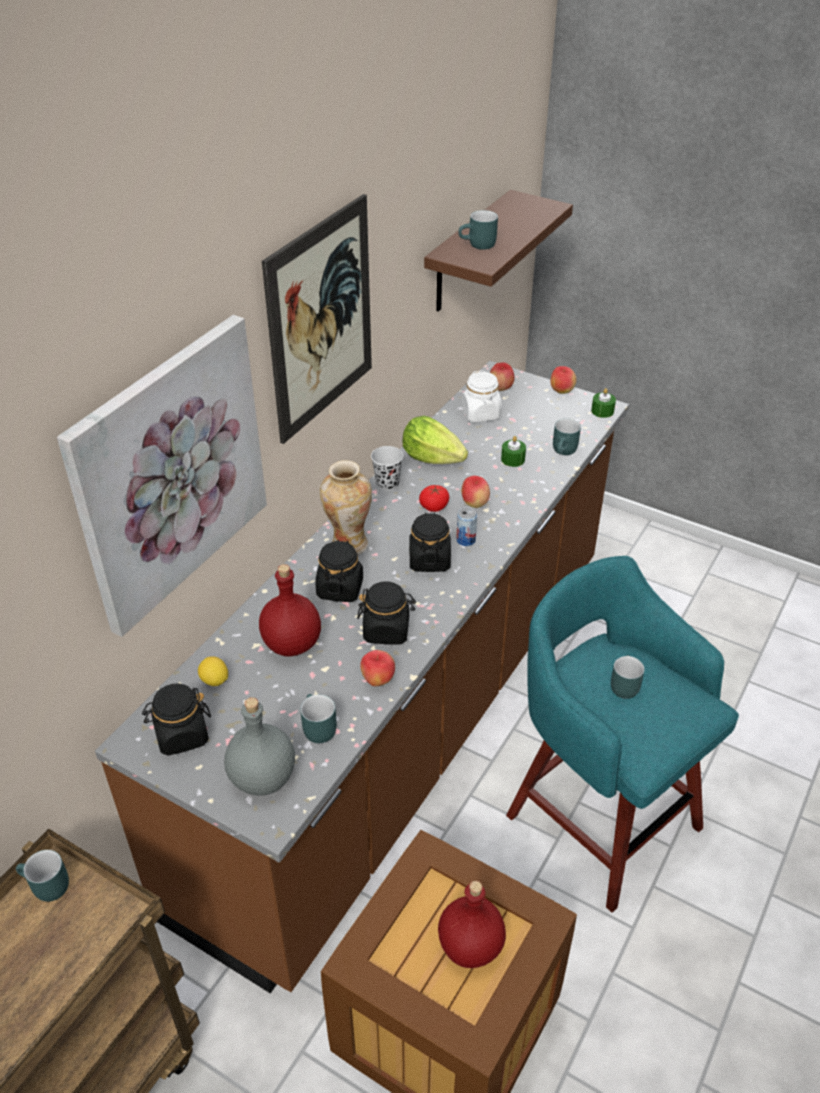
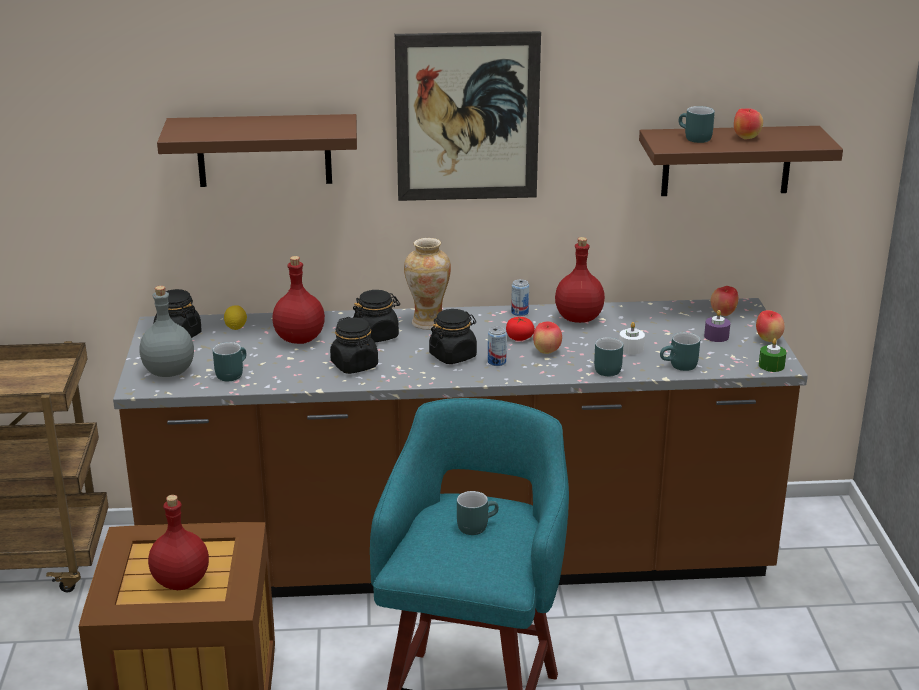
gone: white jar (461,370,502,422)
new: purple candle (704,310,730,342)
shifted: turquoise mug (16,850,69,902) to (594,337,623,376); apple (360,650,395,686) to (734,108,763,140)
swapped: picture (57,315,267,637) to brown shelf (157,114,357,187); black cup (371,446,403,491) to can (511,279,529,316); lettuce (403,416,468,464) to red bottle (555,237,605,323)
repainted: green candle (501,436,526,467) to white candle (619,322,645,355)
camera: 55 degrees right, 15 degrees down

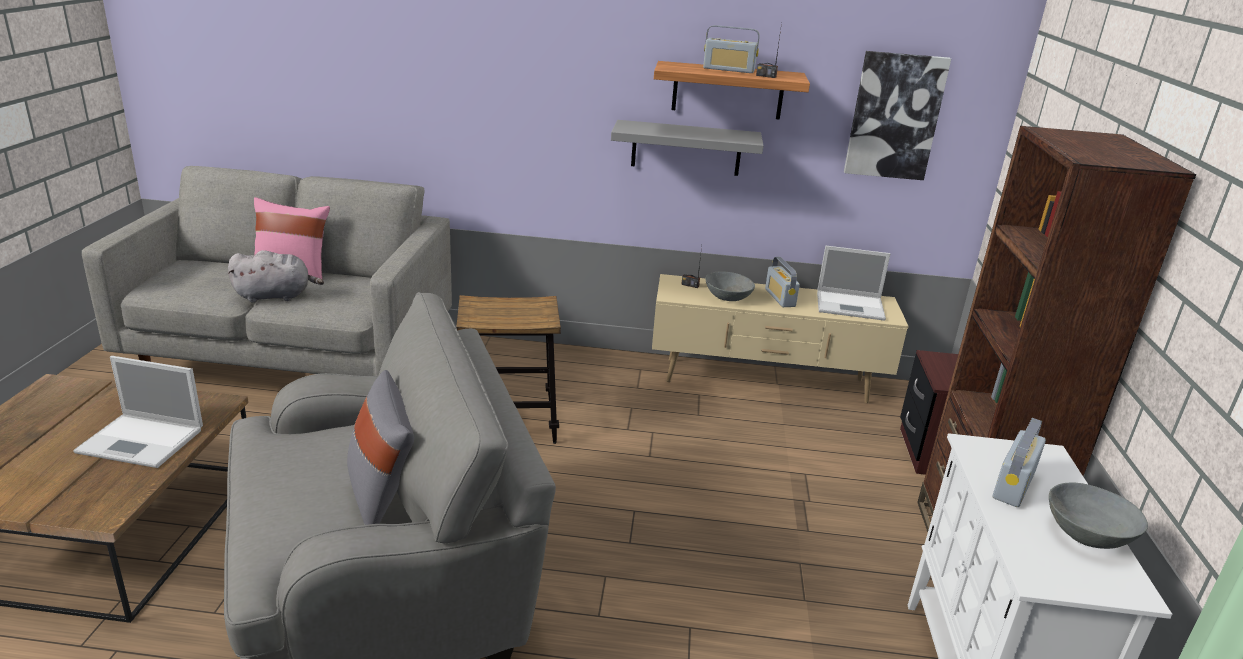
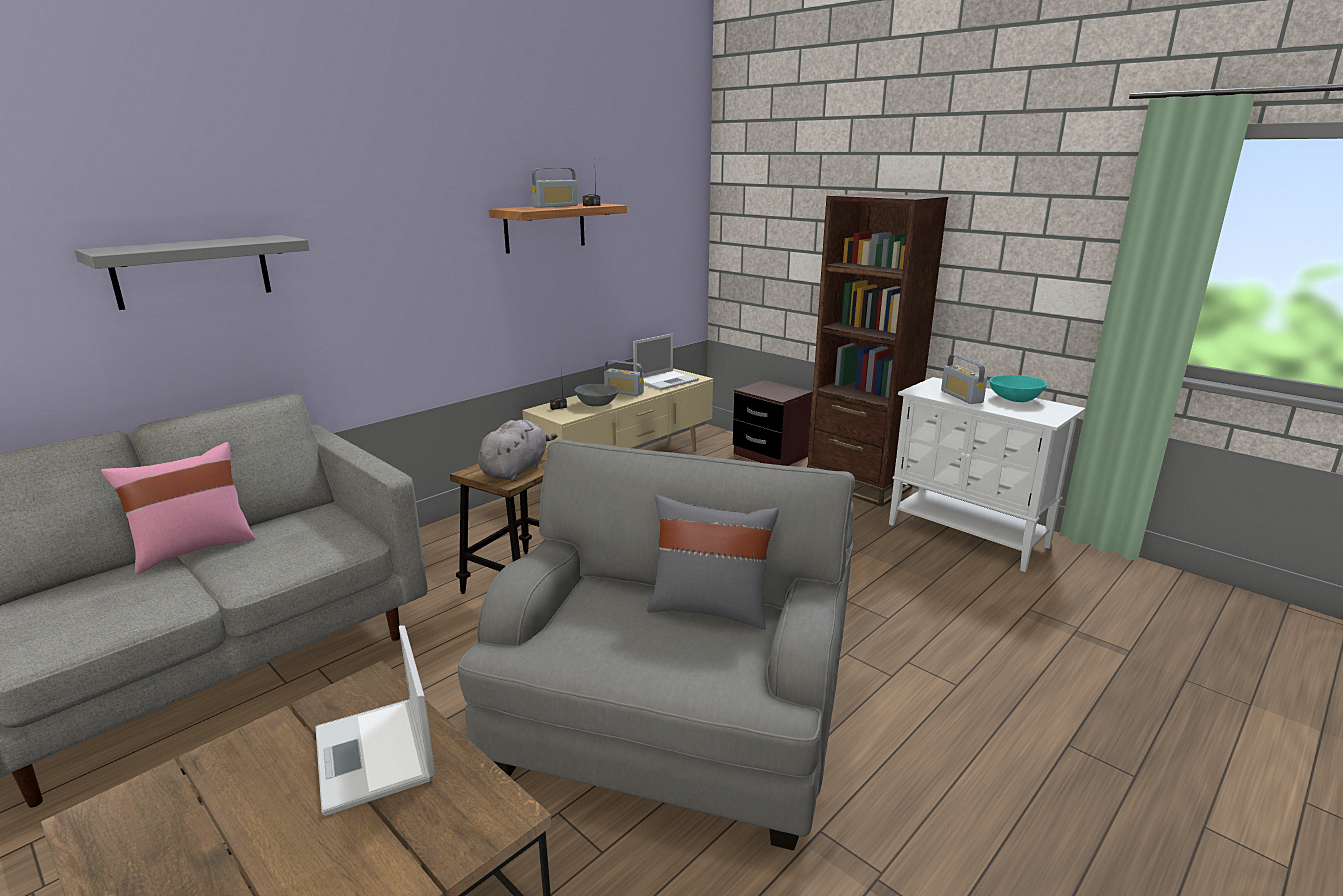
gone: picture (844,51,951,180)
shifted: grey plush toy (228,250,324,303) to (478,420,557,481); grey shelf (611,120,764,176) to (74,235,310,310)
repainted: grey bowl (1049,483,1148,549) to turquoise bowl (989,375,1047,402)
rotated: laptop (73,356,203,468) = (315,625,436,816) 105 degrees clockwise
camera: 50 degrees left, 5 degrees down

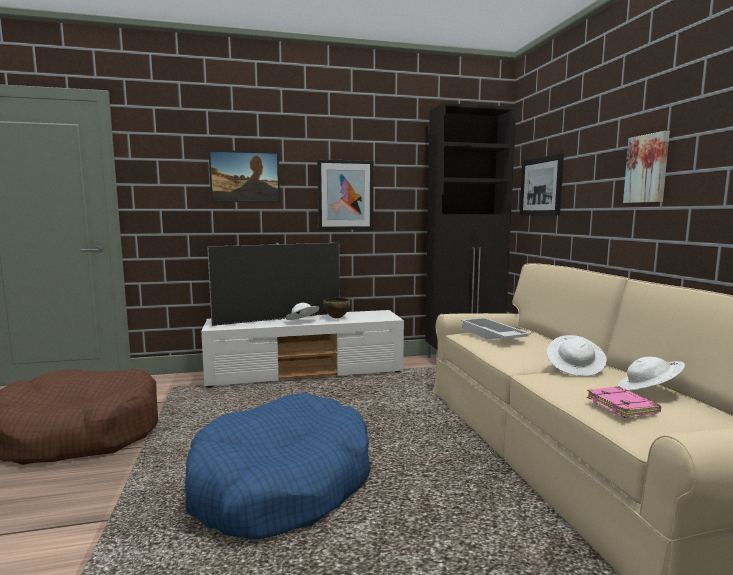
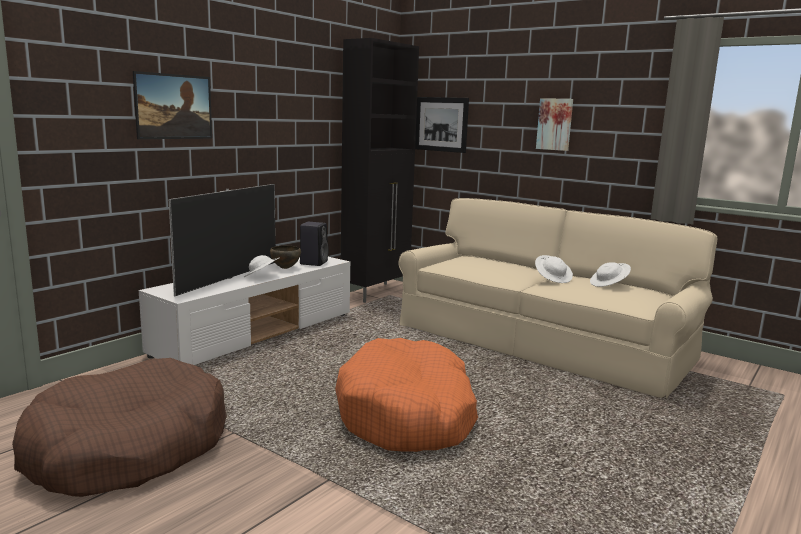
gone: picture (317,159,373,230); white tray (461,318,531,339); pink book (587,387,661,418)
new: black speaker (300,222,329,266)
repainted: blue dog bed (185,393,371,540) to orange dog bed (335,338,478,452)
camera: 40 degrees left, 5 degrees up

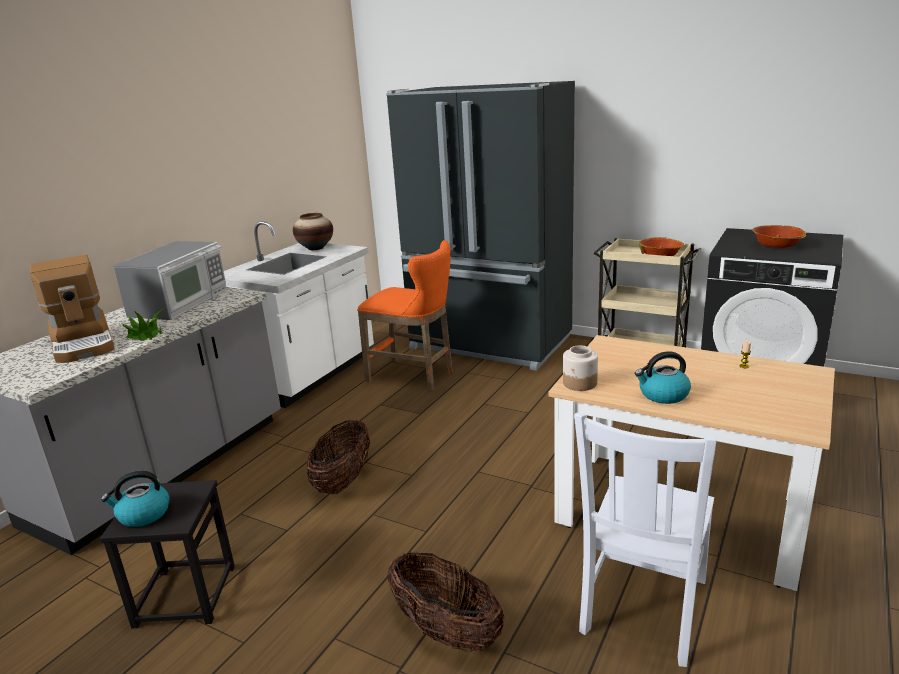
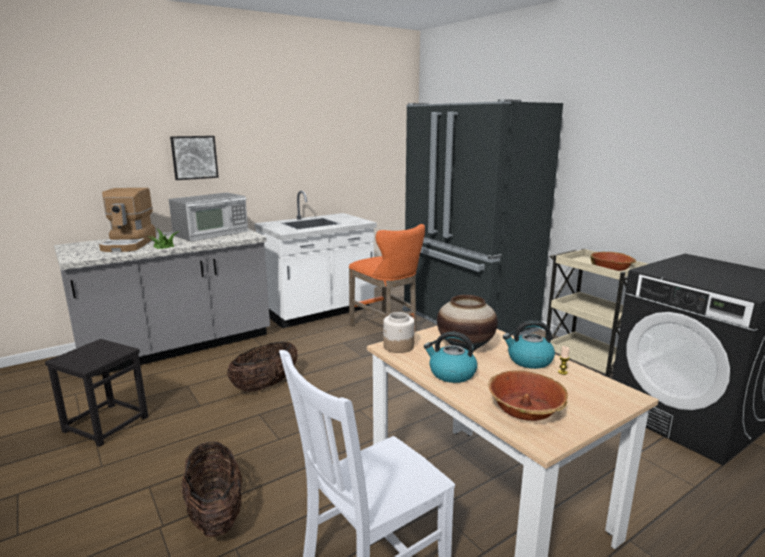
new: picture (170,136,219,180)
shifted: kettle (101,471,170,527) to (503,320,555,369); vase (293,213,333,250) to (437,295,498,351); bowl (752,225,807,248) to (488,371,568,421)
camera: 25 degrees right, 5 degrees down

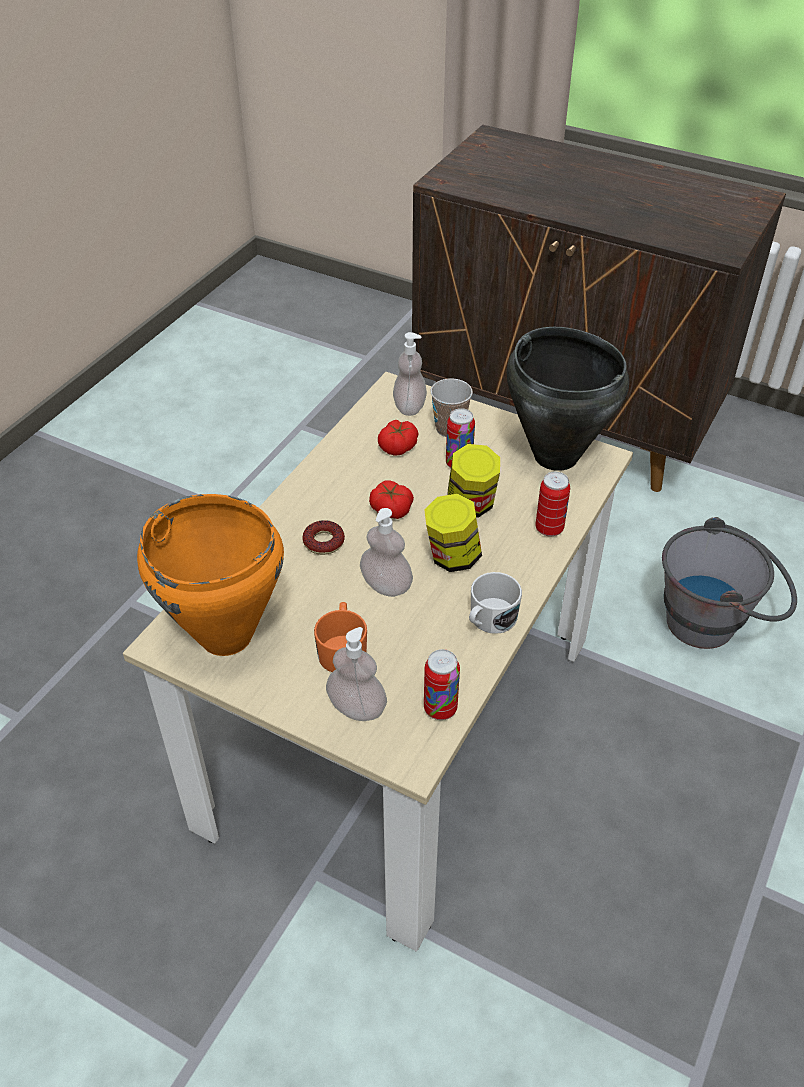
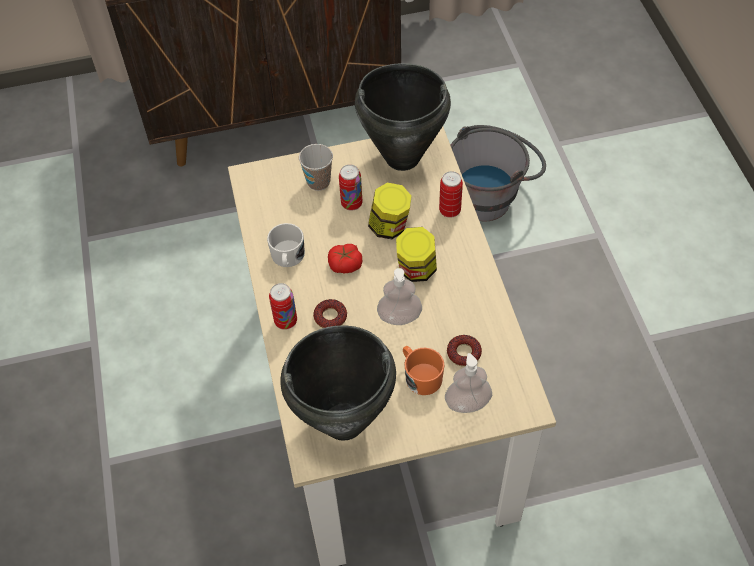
gone: tomato (378,420,419,456); soap dispenser (393,332,427,416)
new: donut (447,335,482,367)
shifted: can (424,649,460,720) to (269,283,297,330); white mug (469,572,522,634) to (267,223,305,267)
repainted: orange cooking pot (137,494,284,656) to black cooking pot (281,326,396,441)
camera: 40 degrees left, 10 degrees up

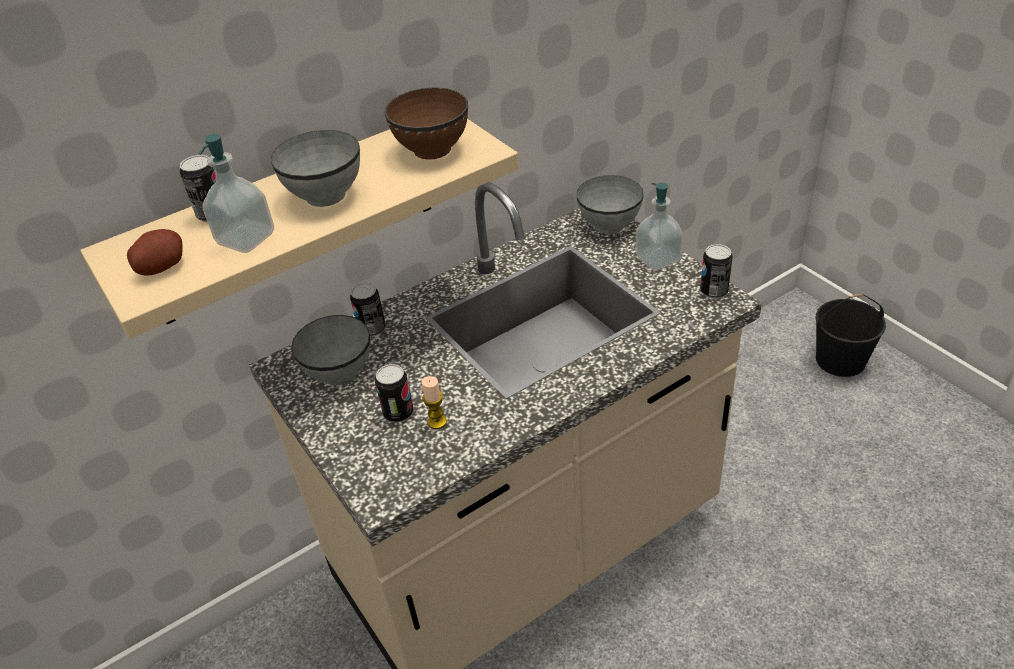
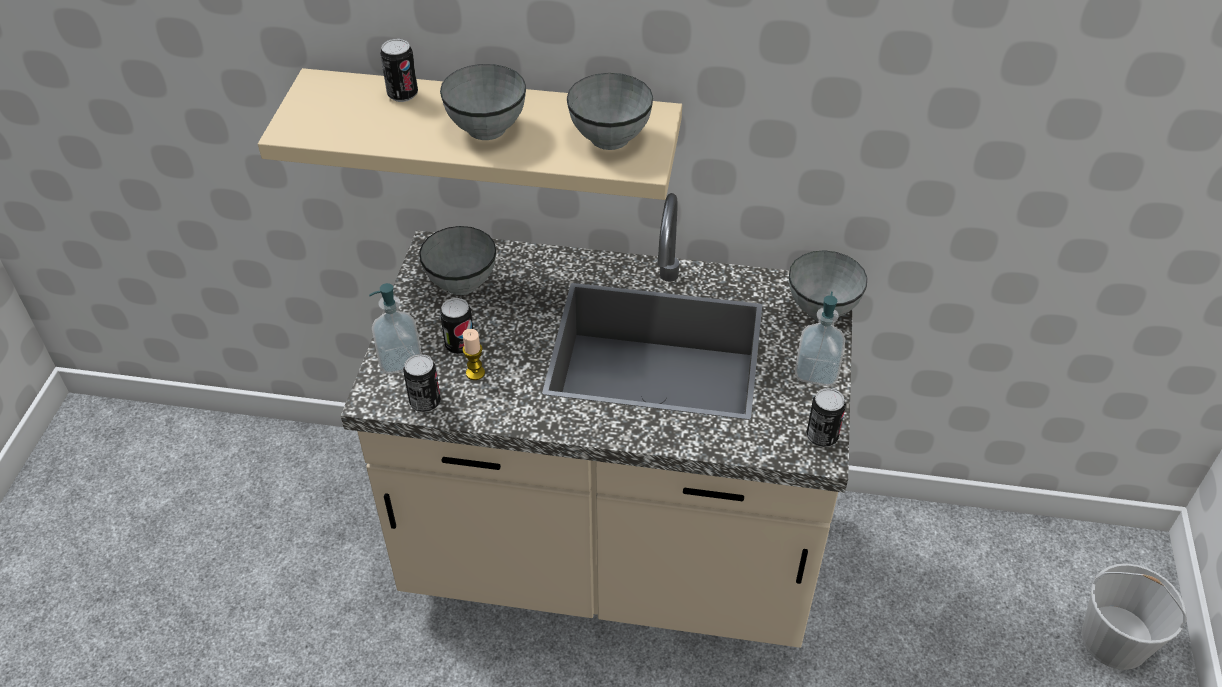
gone: potato (127,229,183,275)
shifted: soap dispenser (199,134,274,253) to (369,283,422,374); can (350,282,386,337) to (403,354,441,412)
repainted: brown bowl (385,87,468,160) to grey bowl (567,73,653,150); black bucket (815,294,886,377) to white bucket (1081,564,1187,670)
camera: 40 degrees right, 5 degrees up

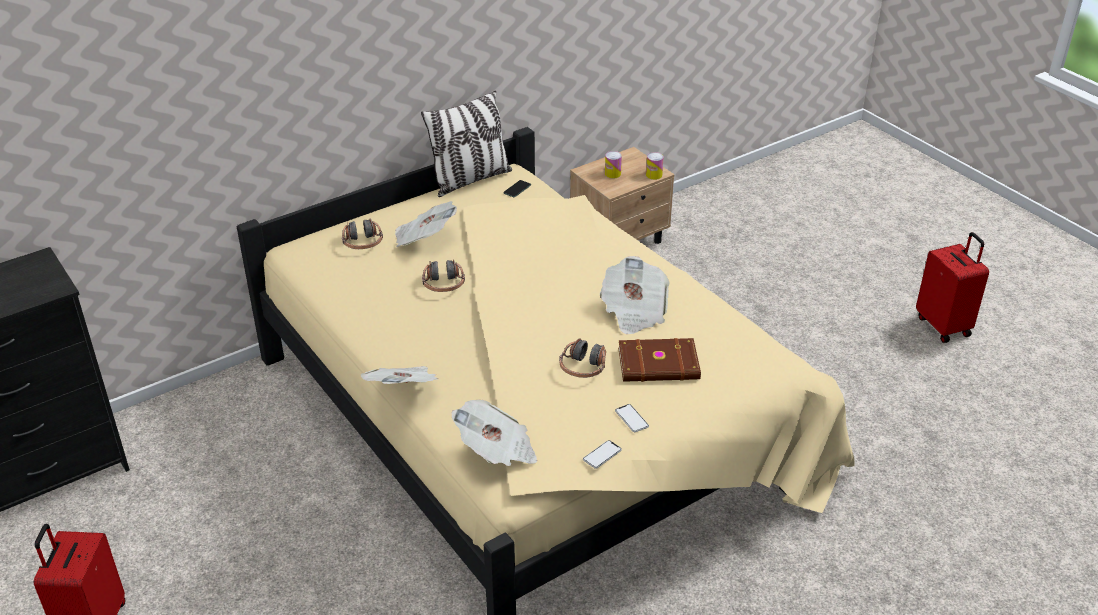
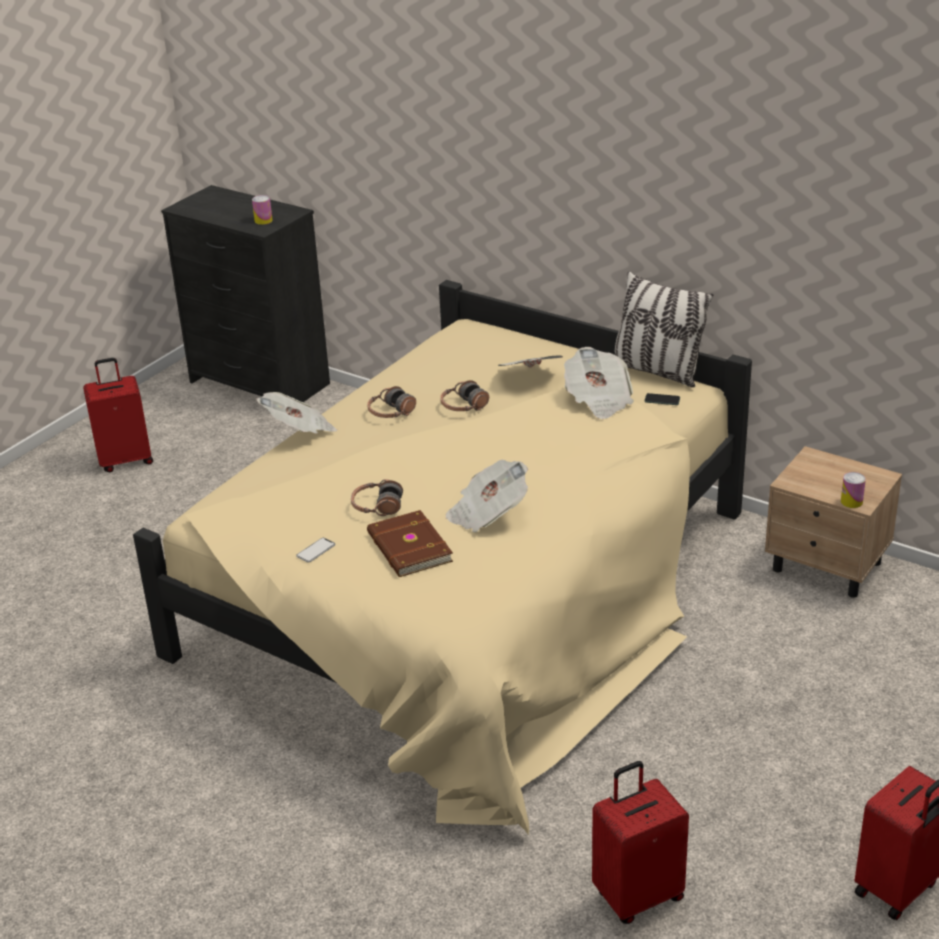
gone: phone (583,440,622,469)
new: red suitcase (592,761,689,924)
shifted: headphones (342,219,383,249) to (367,386,416,418); newspaper (451,400,538,466) to (564,347,634,419); can (605,151,622,179) to (252,195,273,225)
camera: 70 degrees right, 5 degrees down

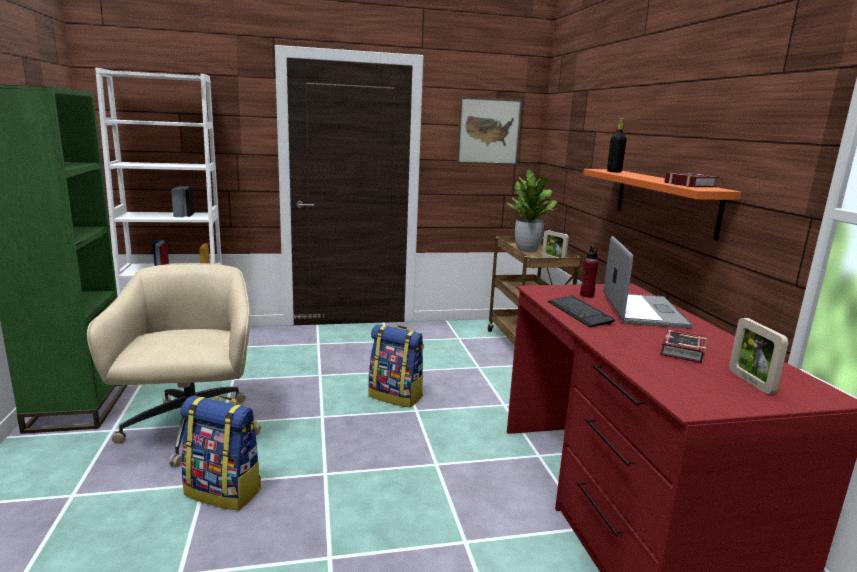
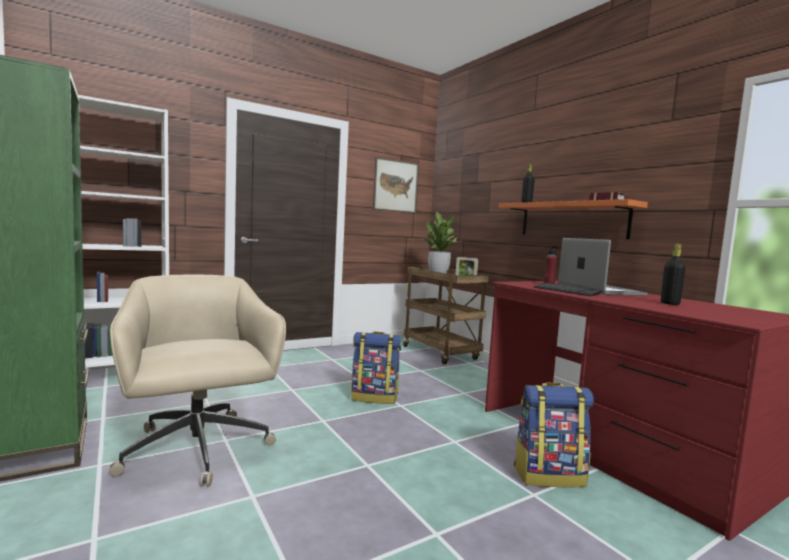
gone: picture frame (729,318,788,394)
shifted: backpack (181,395,261,510) to (514,382,594,488)
swapped: book (660,329,707,364) to black bottle (661,244,686,305)
camera: 20 degrees left, 10 degrees down

